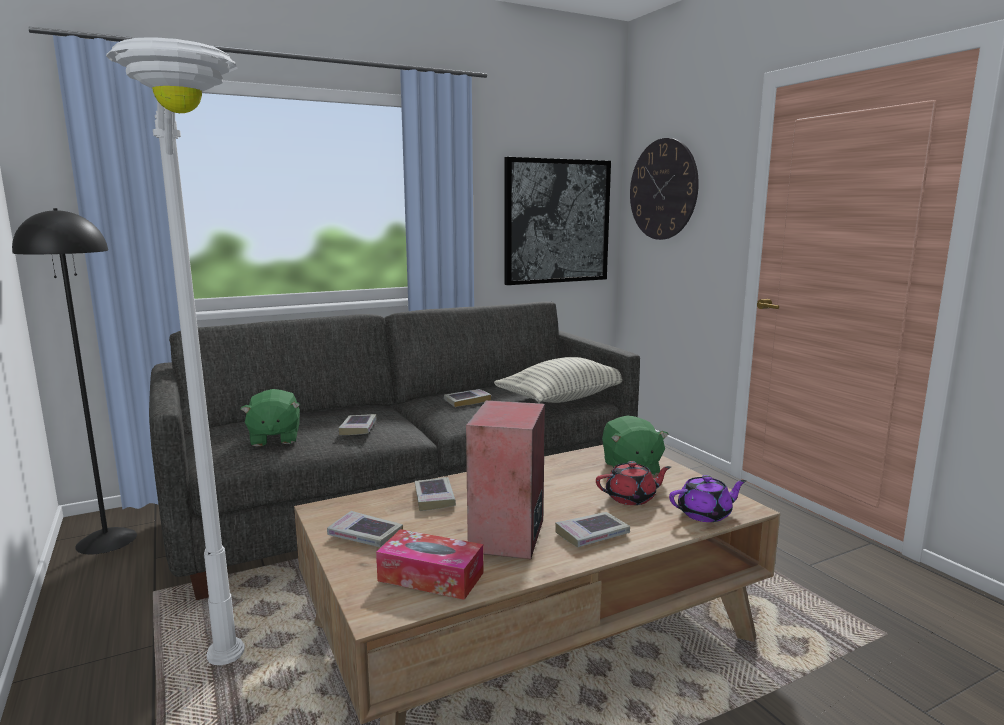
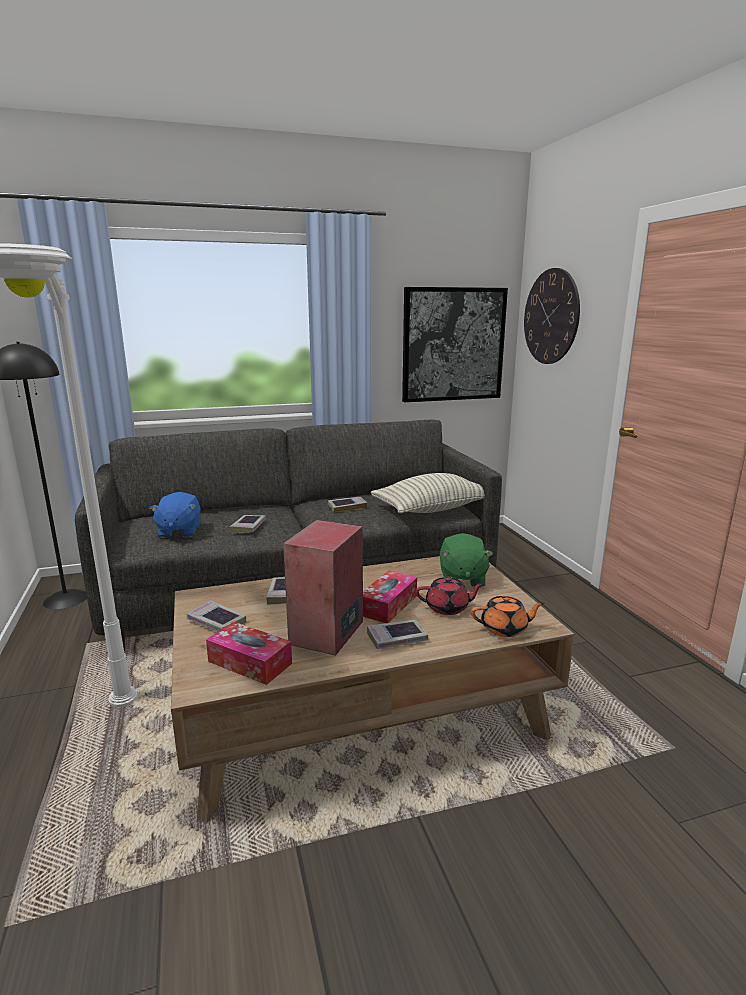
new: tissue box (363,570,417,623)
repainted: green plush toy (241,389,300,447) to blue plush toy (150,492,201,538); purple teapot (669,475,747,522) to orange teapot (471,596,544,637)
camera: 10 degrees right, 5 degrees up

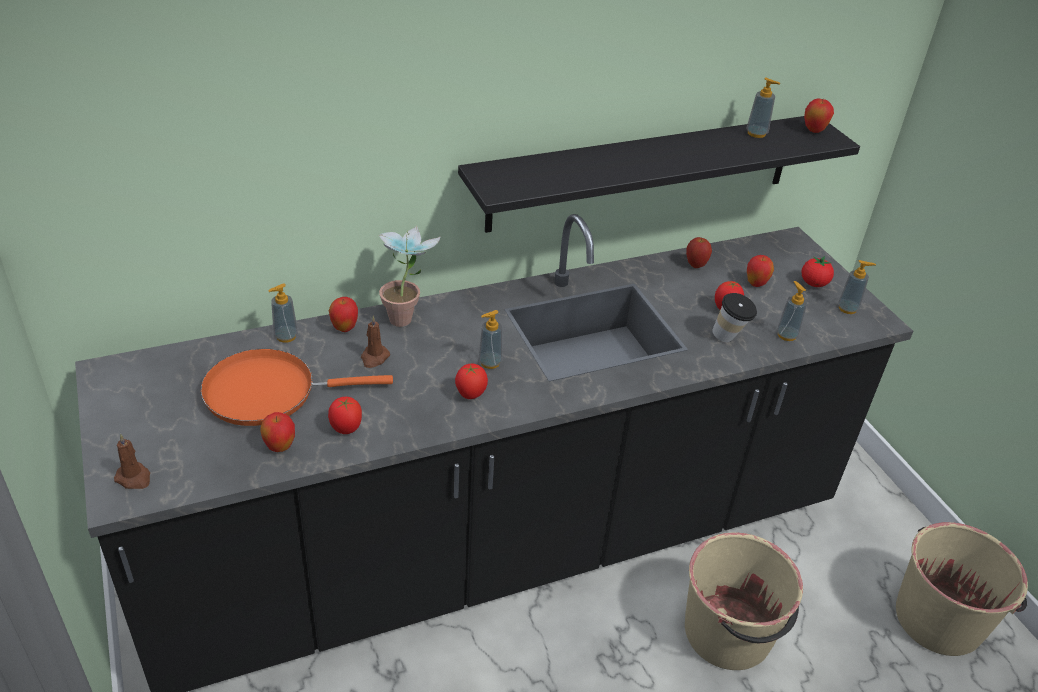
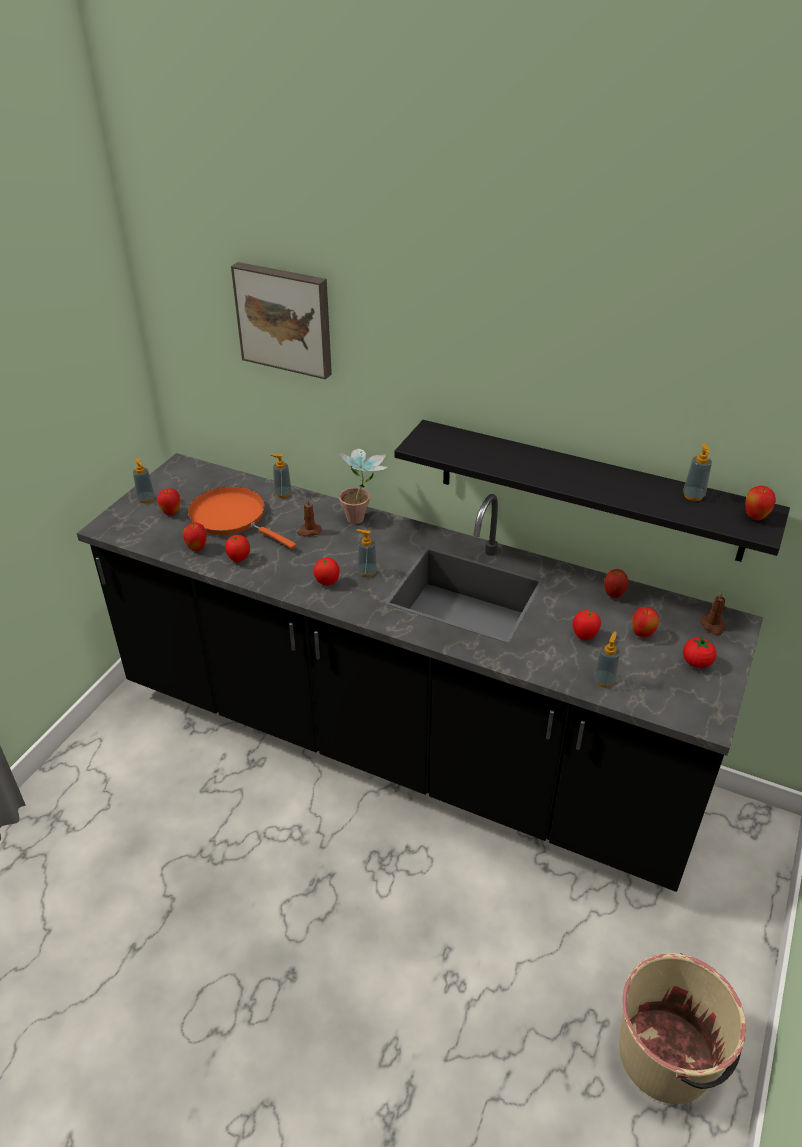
gone: beige bucket (685,532,803,670); cup (712,293,757,342)
new: picture (231,262,332,379)
shifted: brown candle (114,434,150,489) to (700,591,725,636); apple (329,297,358,332) to (157,488,180,515); soap dispenser (838,260,876,314) to (133,458,155,503)
camera: 50 degrees right, 0 degrees up

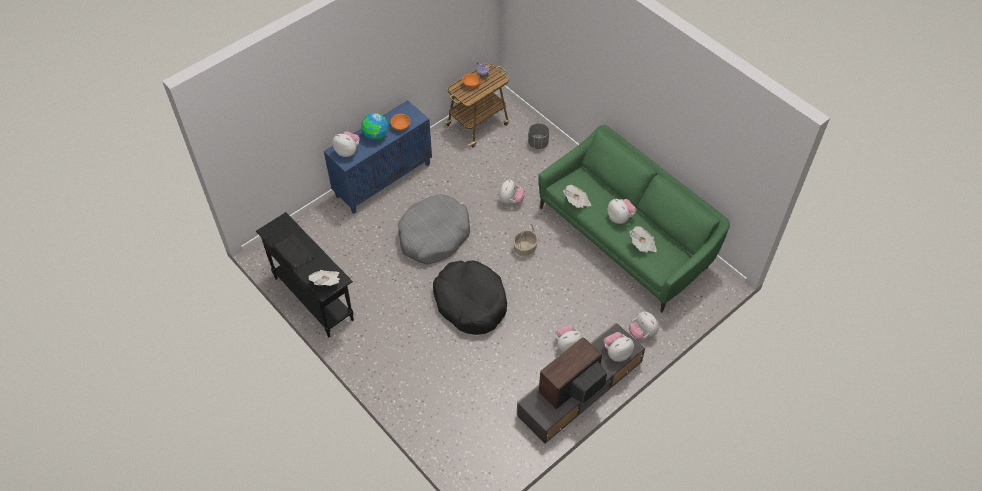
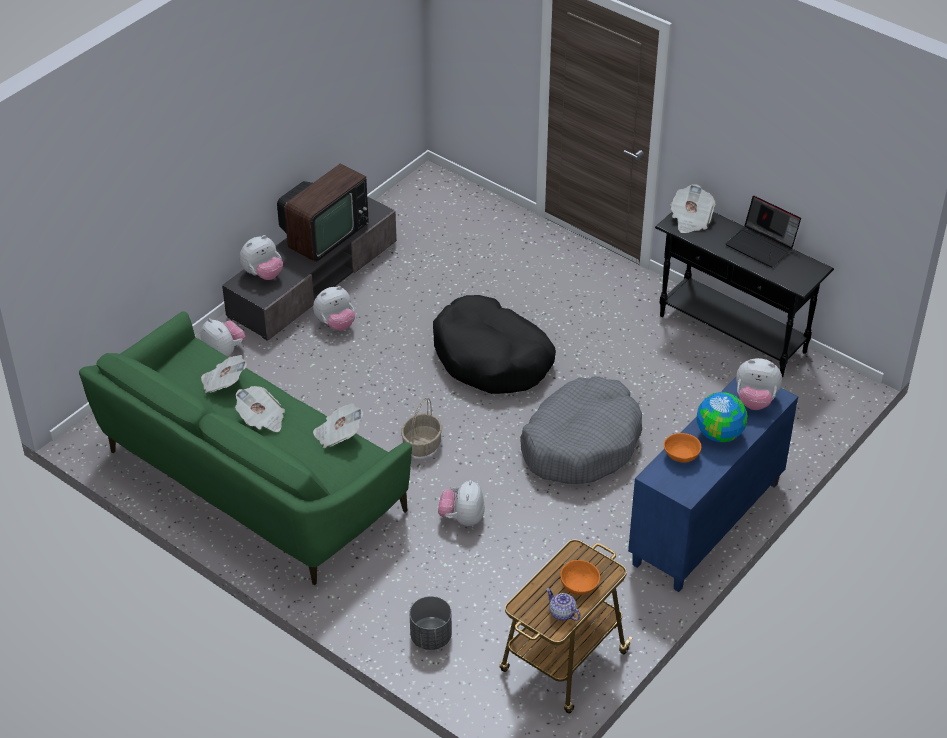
swapped: plush toy (607,199,636,224) to newspaper (235,386,285,432)
camera: 170 degrees right, 10 degrees down

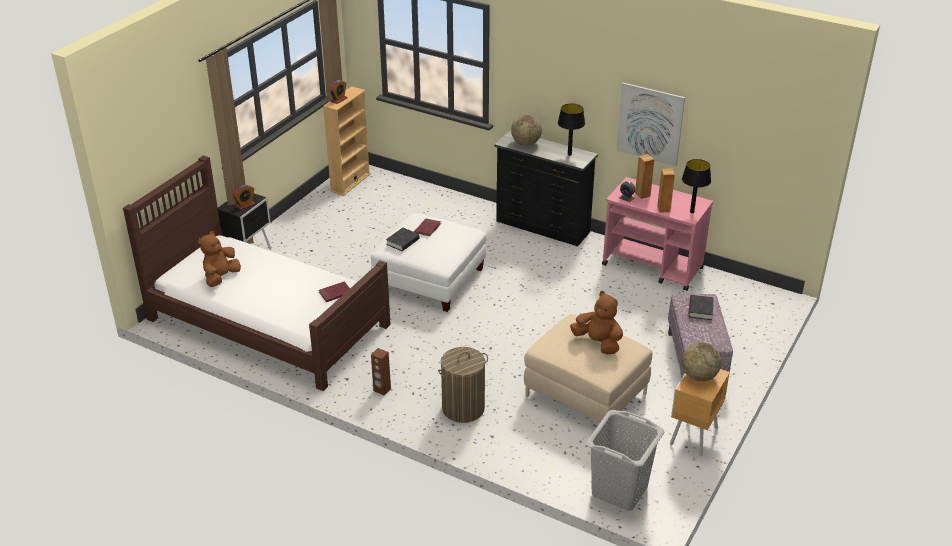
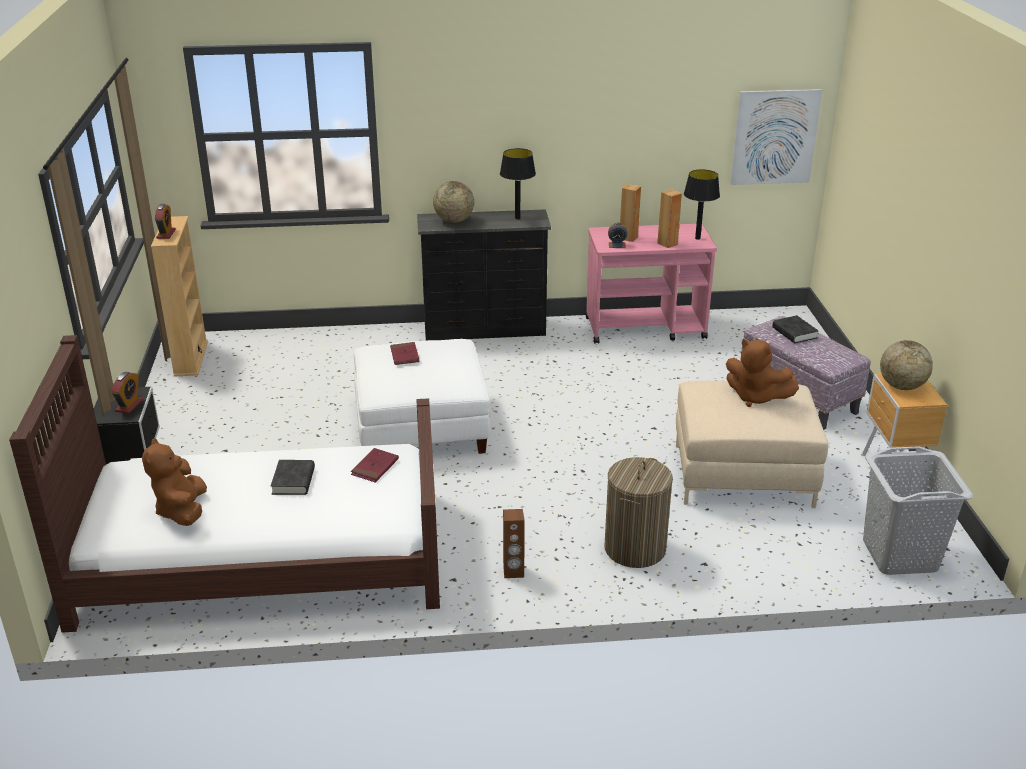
shifted: black book (386,228,420,251) to (271,460,315,495); picture (616,83,685,166) to (730,89,822,185)
rotated: brown plush toy (570,291,623,354) = (726,339,799,407) 150 degrees counterclockwise
camera: 35 degrees left, 5 degrees down

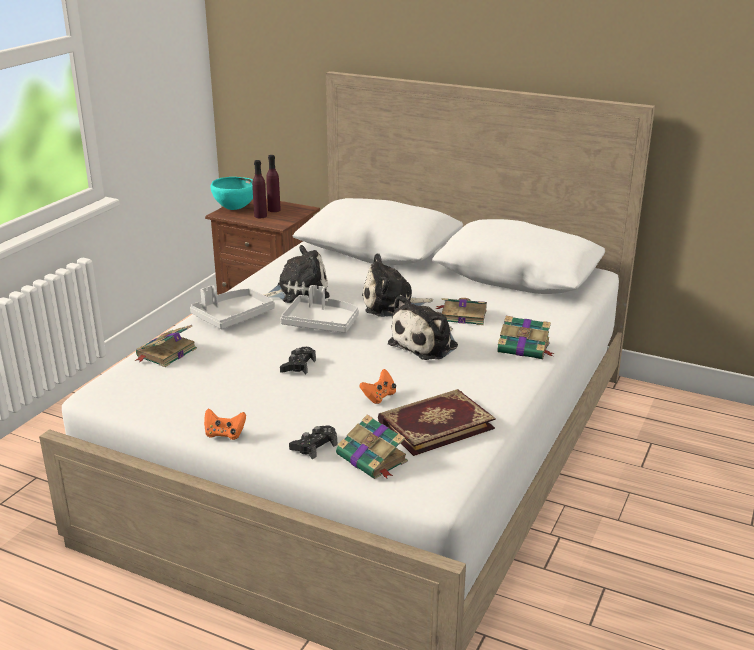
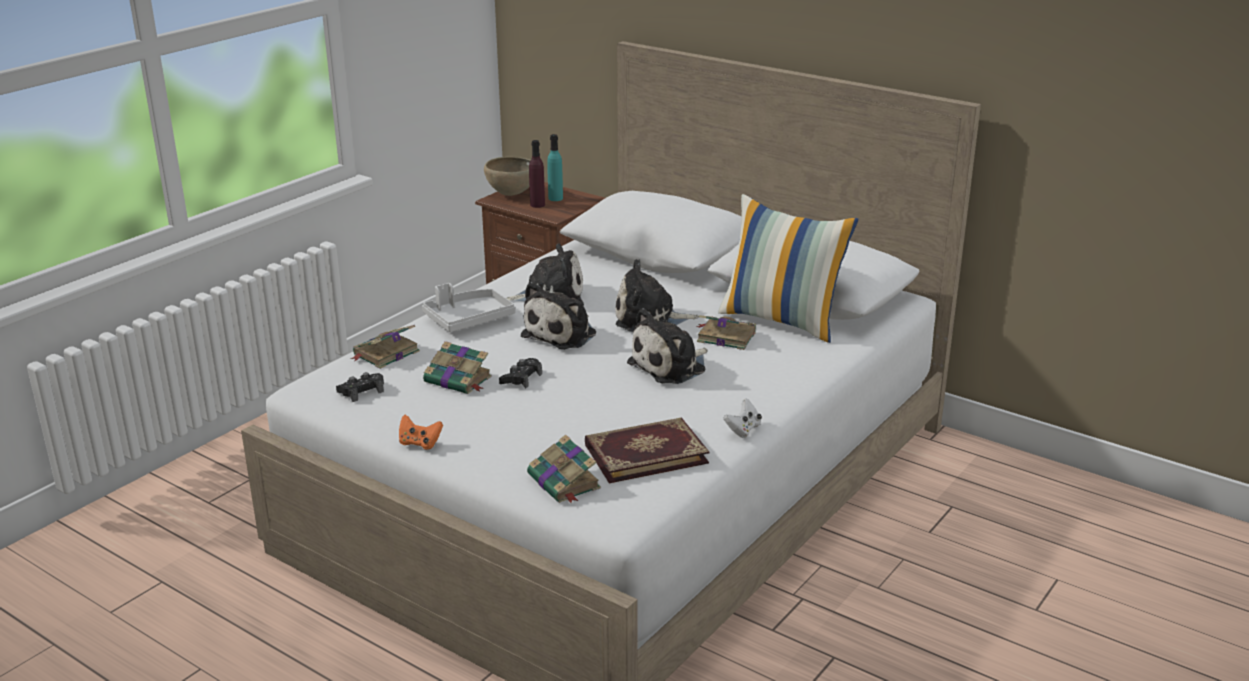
gone: orange game controller (360,369,396,404)
new: pillow (718,194,859,343); white game controller (724,398,762,438)
shifted: black game controller (289,425,337,459) to (336,372,384,402); book (497,316,554,359) to (423,341,492,394)
swapped: grey tray (280,285,359,333) to plush toy (521,282,596,349)
repainted: turquoise bowl (211,177,253,210) to brown bowl (484,157,531,196); purple bottle (266,155,281,212) to turquoise bottle (547,134,563,201)
camera: 10 degrees right, 0 degrees up

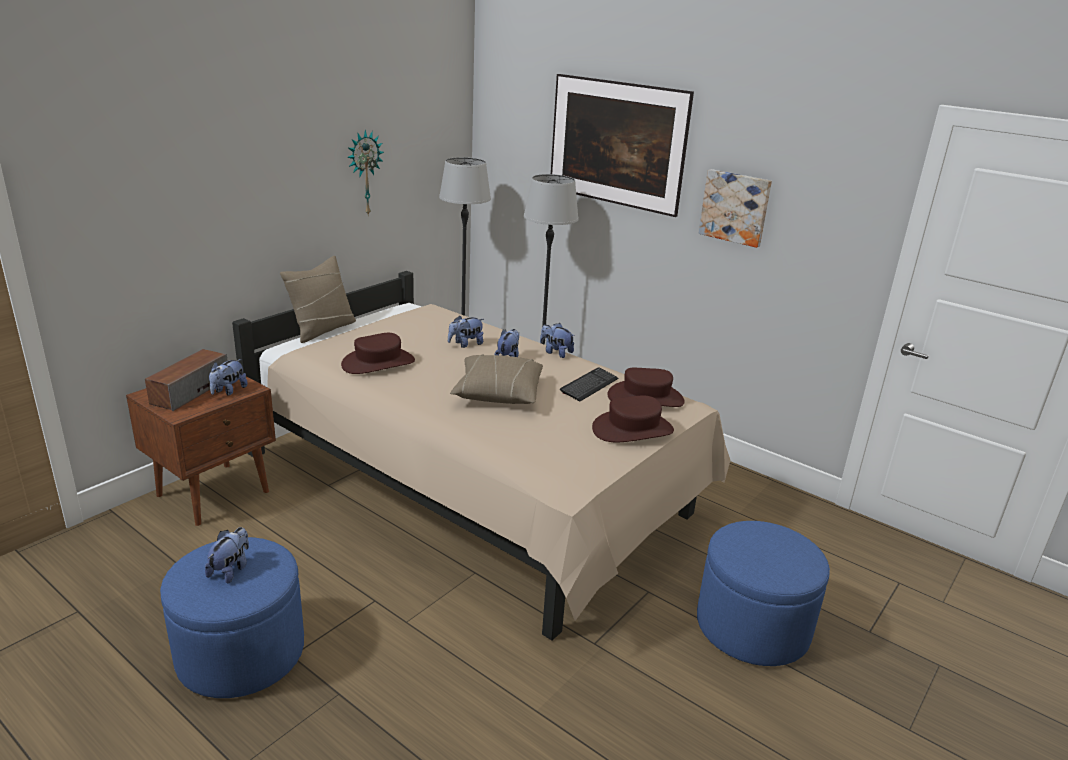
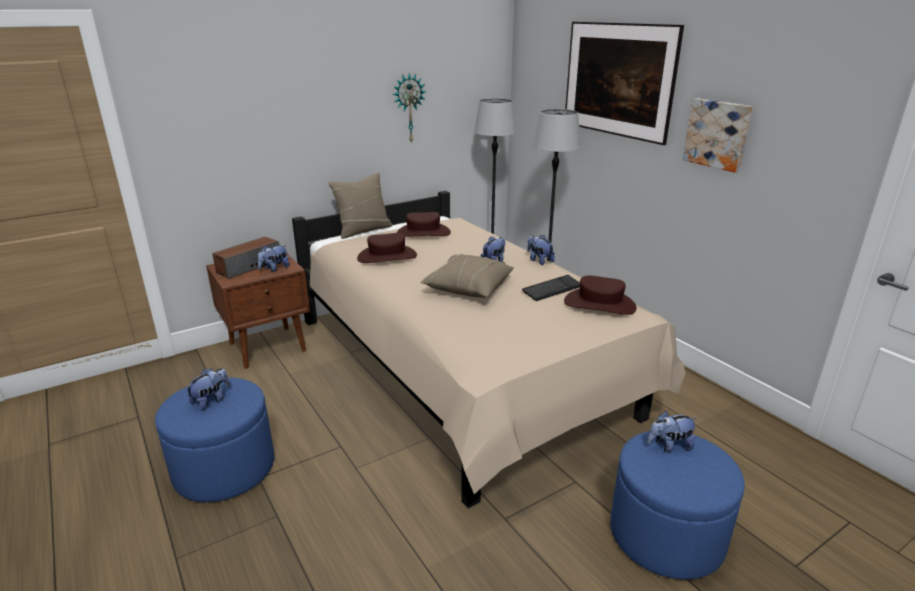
shifted: plush toy (448,315,484,348) to (647,411,697,452); brown hat (592,395,674,442) to (397,212,451,237)
camera: 20 degrees right, 0 degrees up

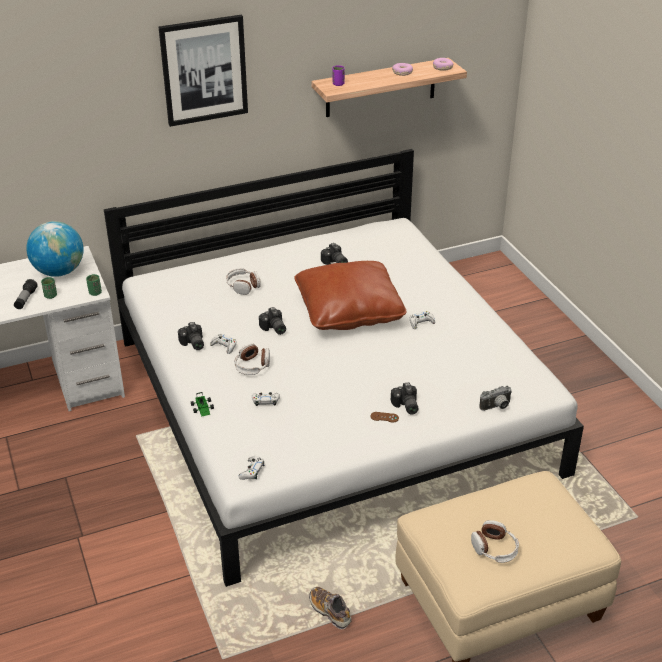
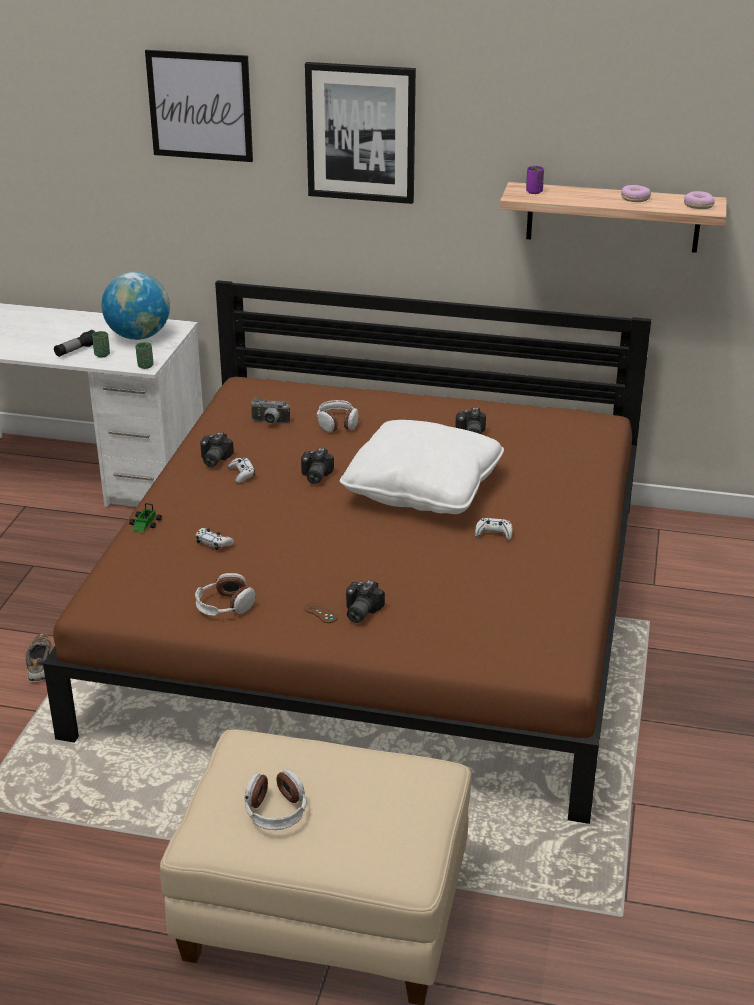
gone: white game controller (238,456,264,480)
new: picture (145,50,253,162)
shifted: headphones (234,343,270,375) to (195,573,255,616); shoe (309,587,351,629) to (26,634,52,682); photo camera (479,386,512,411) to (250,398,290,424)
repainted: white bed (104,149,584,587) to brown bed (43,280,651,824); brown pillow (294,261,407,330) to white pillow (340,420,504,514)
camera: 35 degrees right, 5 degrees down

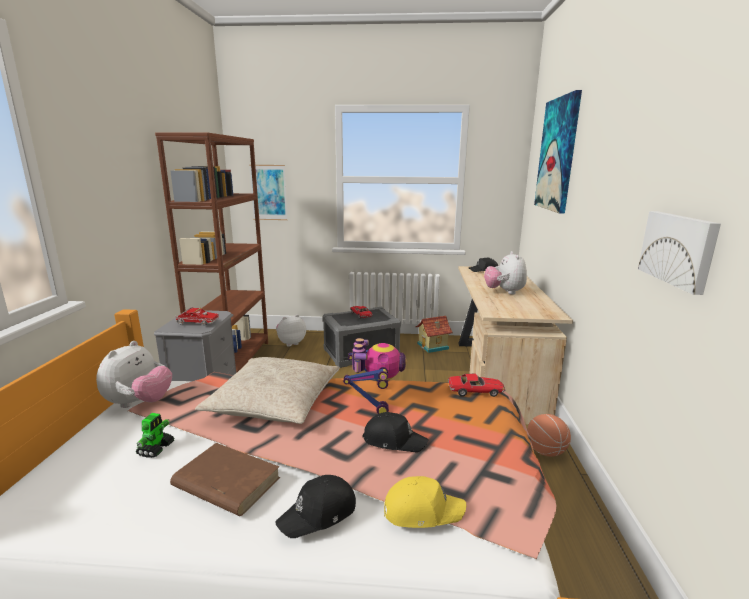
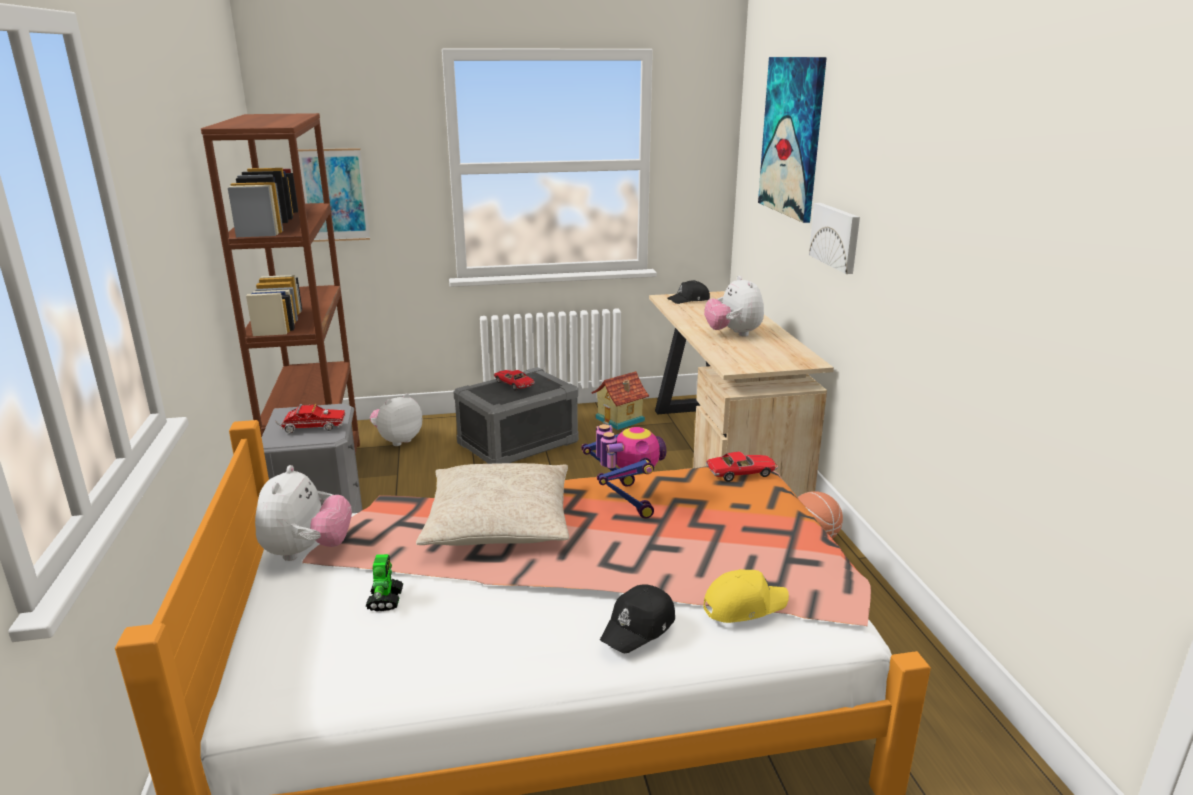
gone: brown book (170,443,280,516); black cap (362,412,429,452)
shifted: picture (638,211,721,295) to (809,203,860,274)
camera: 15 degrees left, 5 degrees up

